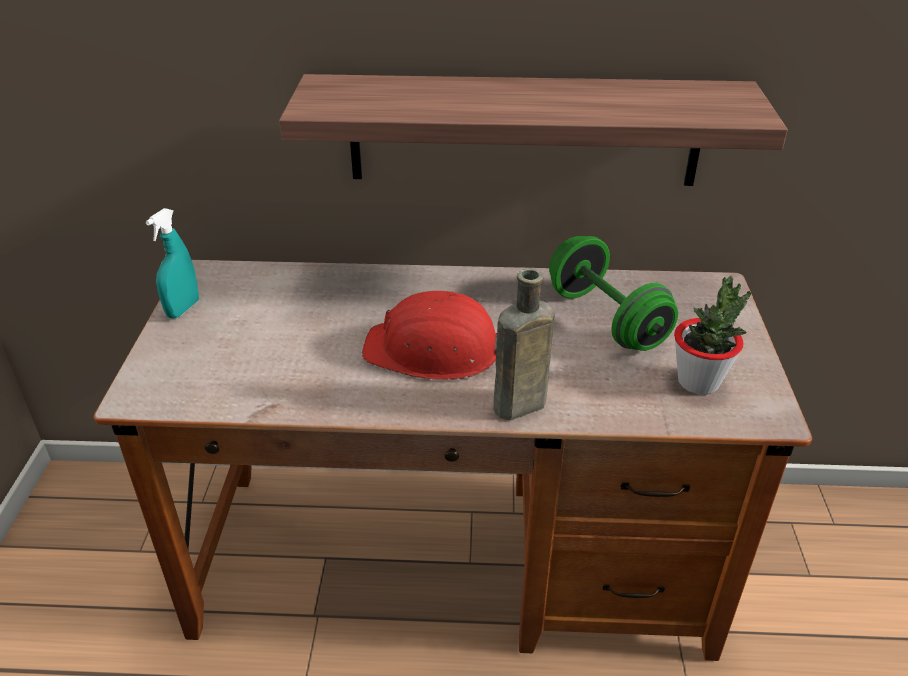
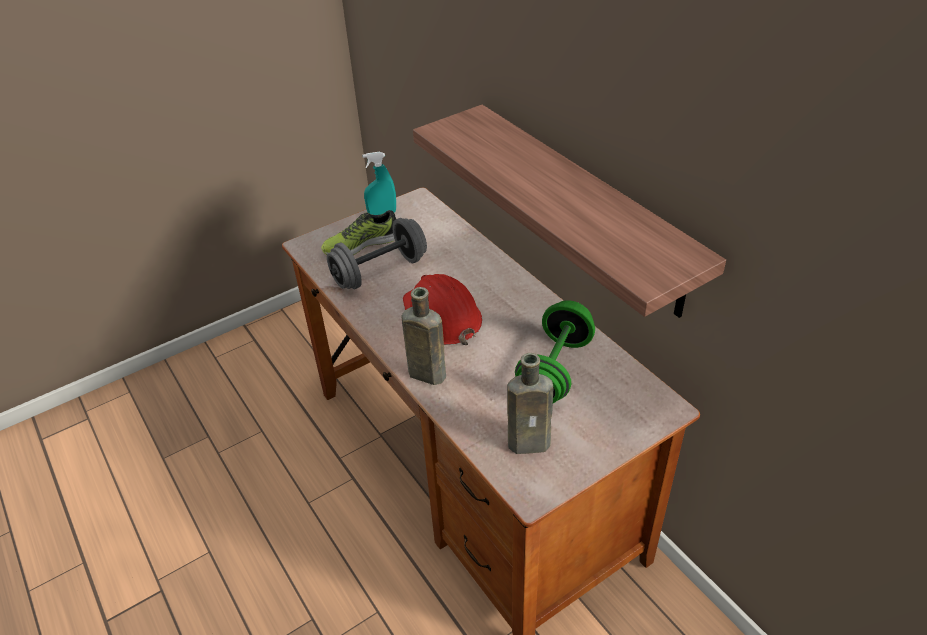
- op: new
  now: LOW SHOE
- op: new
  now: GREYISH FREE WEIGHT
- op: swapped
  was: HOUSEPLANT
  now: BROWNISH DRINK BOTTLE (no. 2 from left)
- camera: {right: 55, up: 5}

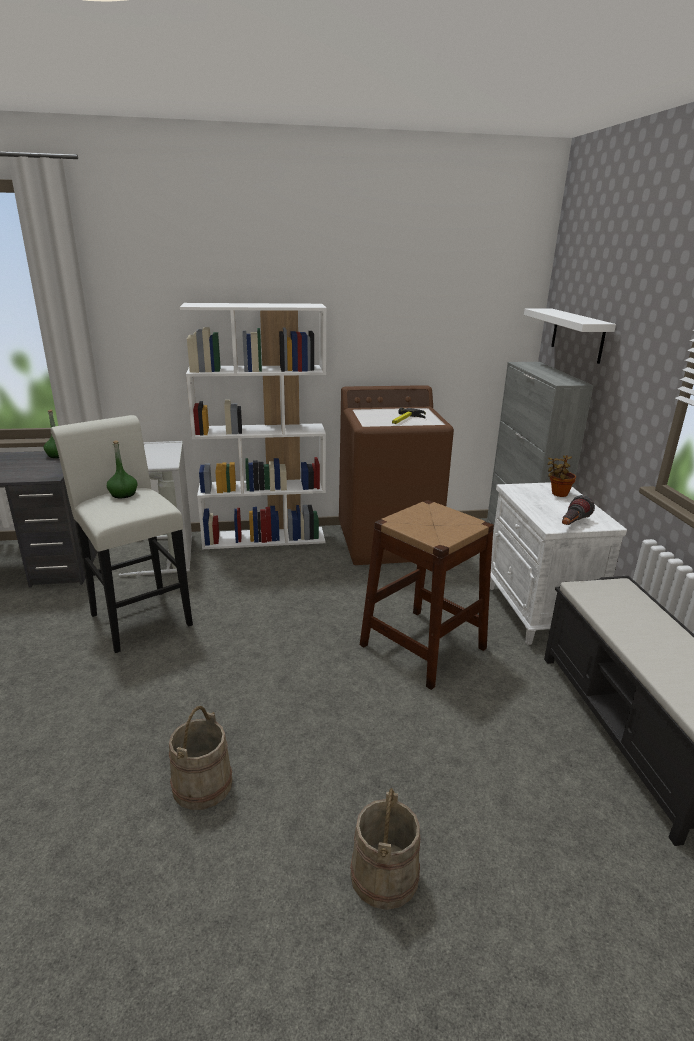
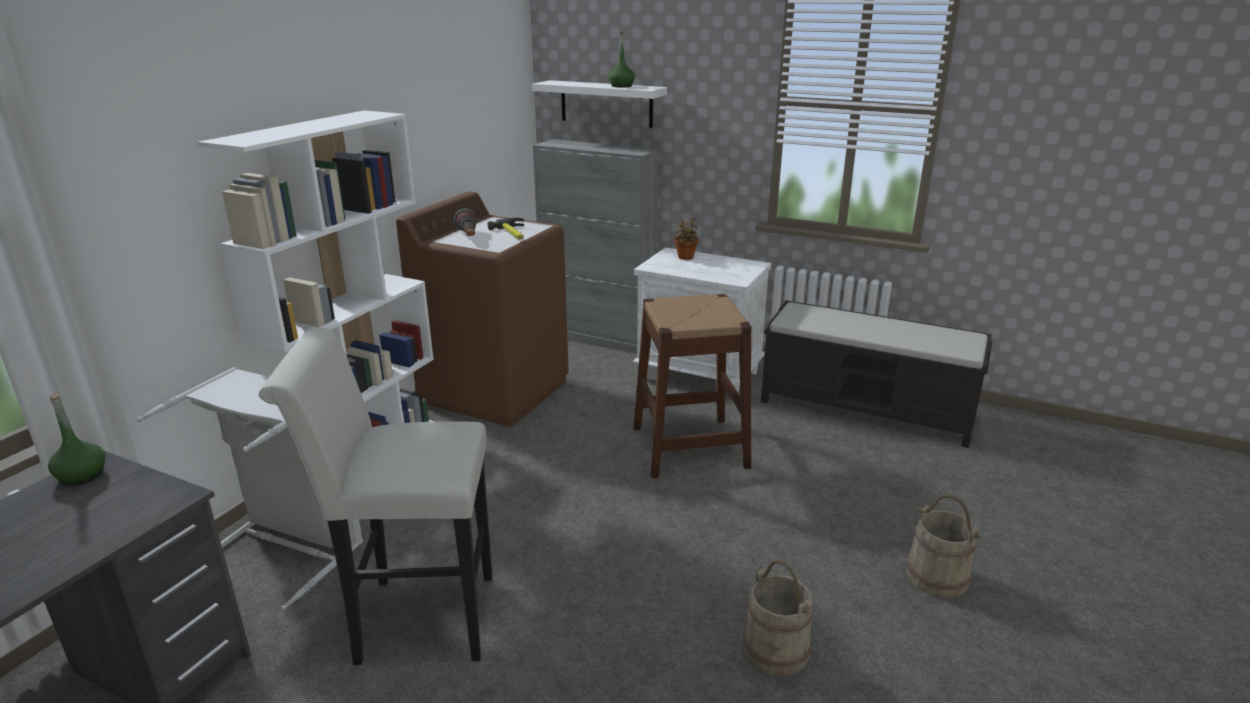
- op: shifted
  was: GREEN DRINK BOTTLE (no. 2 from left)
- op: shifted
  was: TORCH
- camera: {right: -55, up: 0}

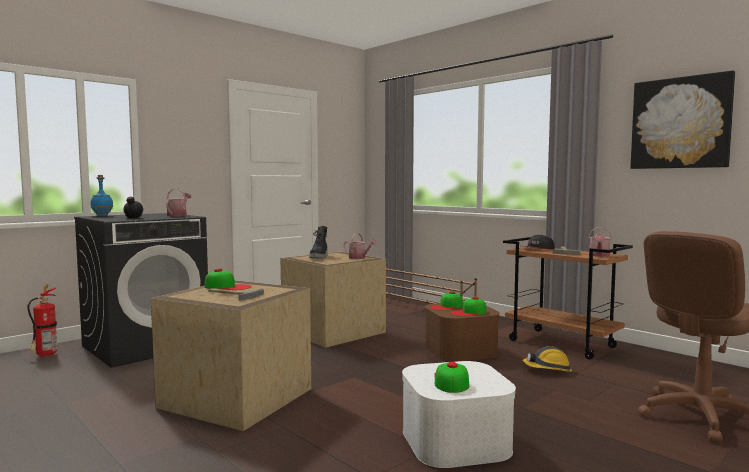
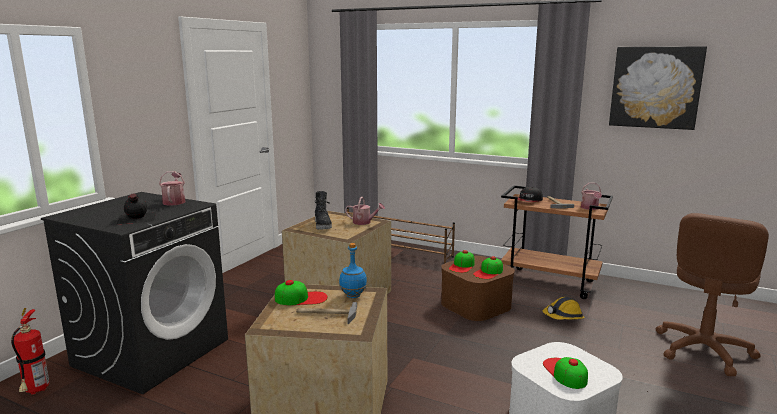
- op: shifted
  was: BLUISH DRINK BOTTLE
- camera: {right: -20, up: 10}

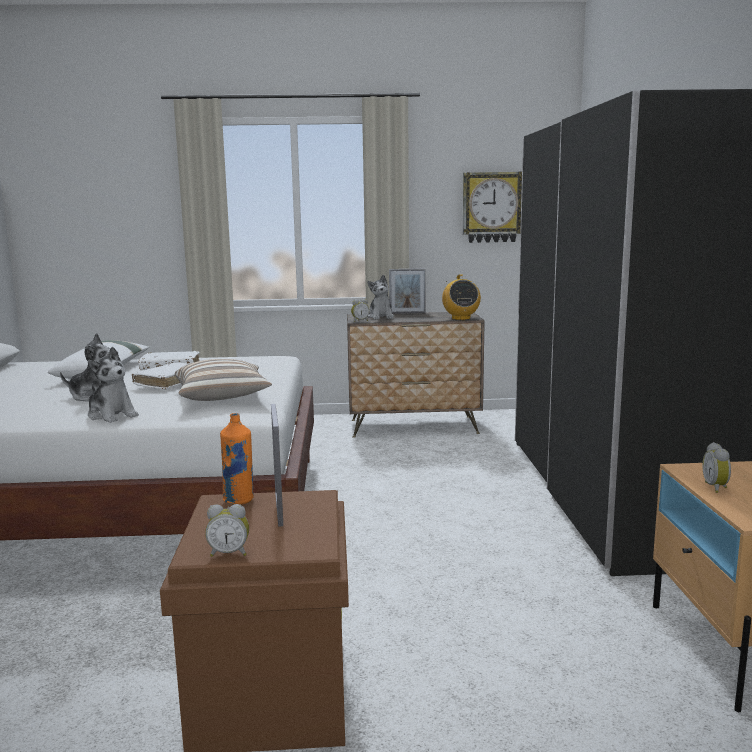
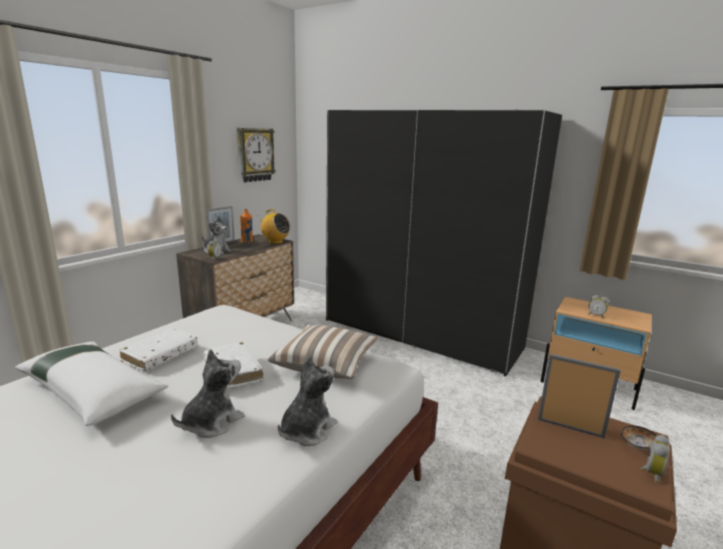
- op: new
  now: SERVING BOWL
- op: shifted
  was: ORANGE-COLOURED DRINK BOTTLE
- op: rotated
  was: CUDDLY TOY (no. 2 from left in the first image)
  clockwise: -45
- camera: {right: -55, up: 5}

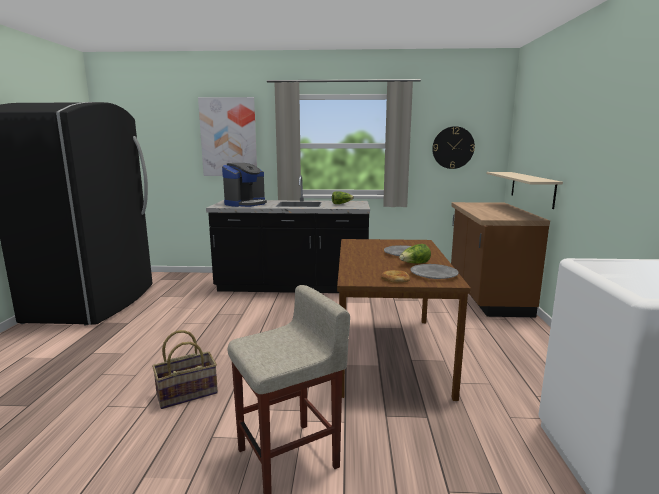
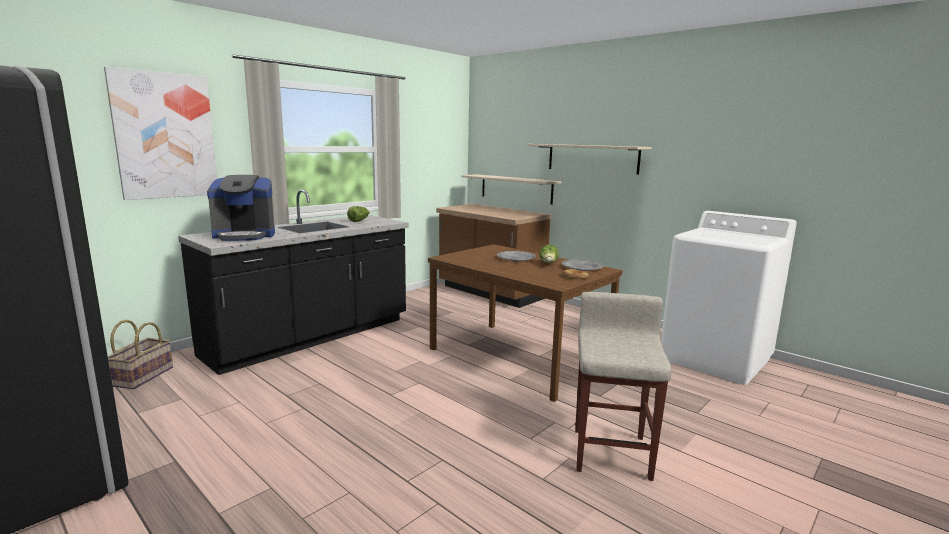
- op: gone
  was: WALL CLOCK
- op: new
  now: BEIGE-COLOURED WALL SHELF (no. 2 from left)
- op: shifted
  was: STORAGE BASKET
- op: rotated
  was: COFFEE MACHINE
  clockwise: 90
- camera: {right: -50, up: 0}

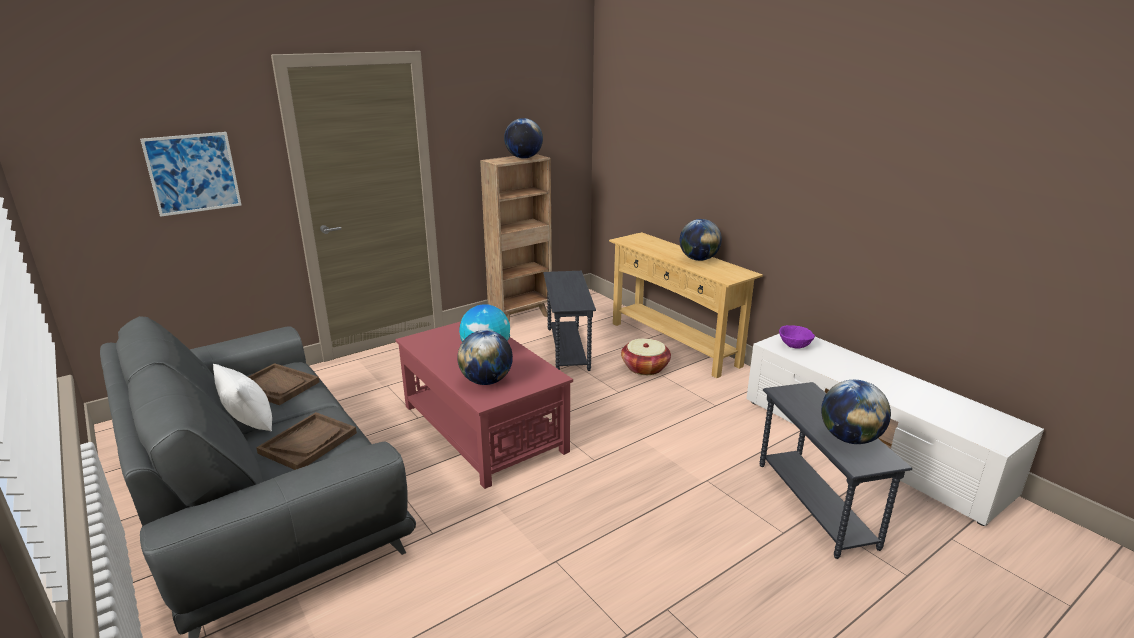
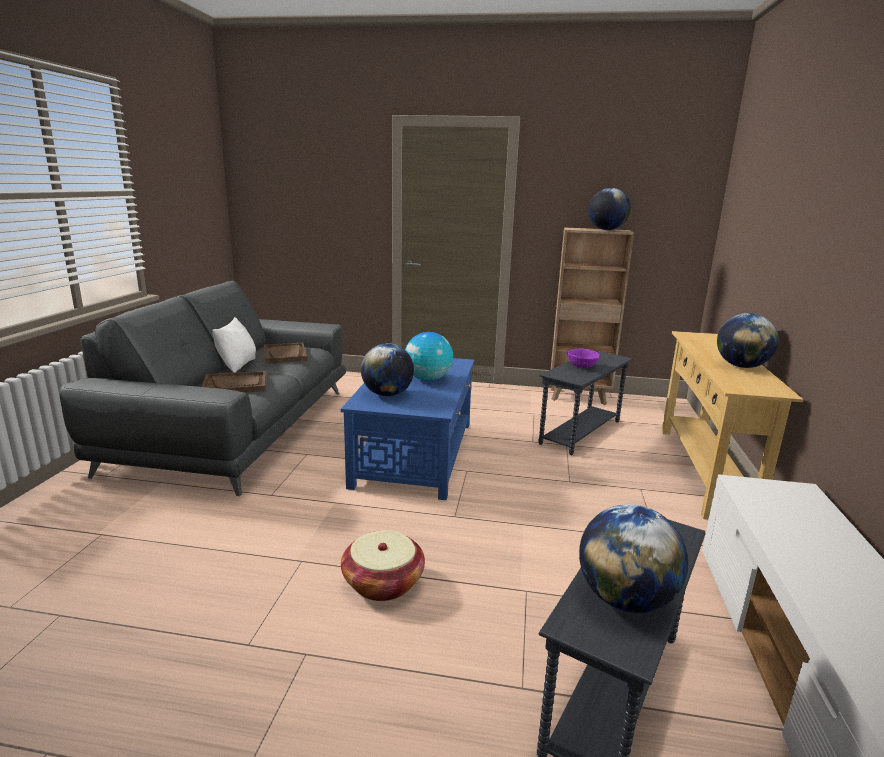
- op: gone
  was: WALL PICTURE
- op: shifted
  was: STORAGE BASKET
- op: shifted
  was: PURPLISH SERVING BOWL
- op: repainted
  was: REDDISH LOUNGE TABLE
  now: BLUISH LOUNGE TABLE
- camera: {right: 45, up: -5}

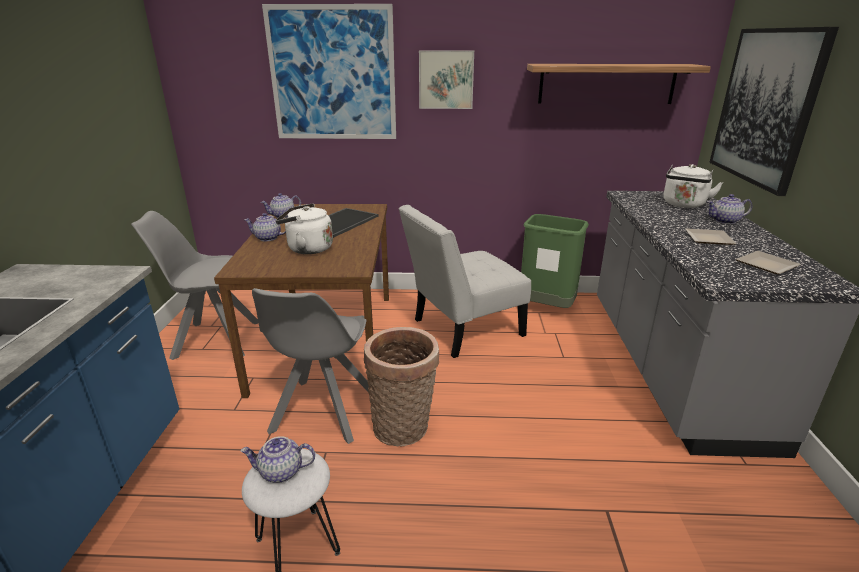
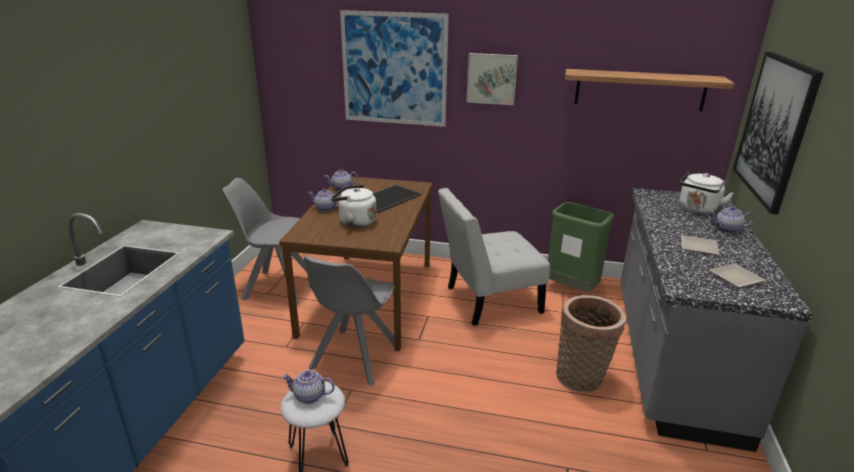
- op: shifted
  was: STORAGE BASKET
- camera: {right: 10, up: 0}

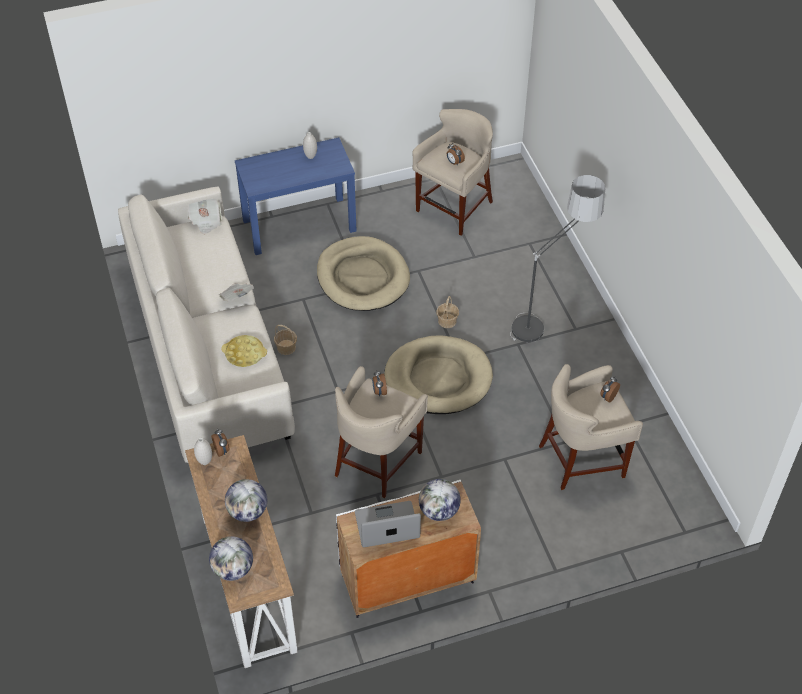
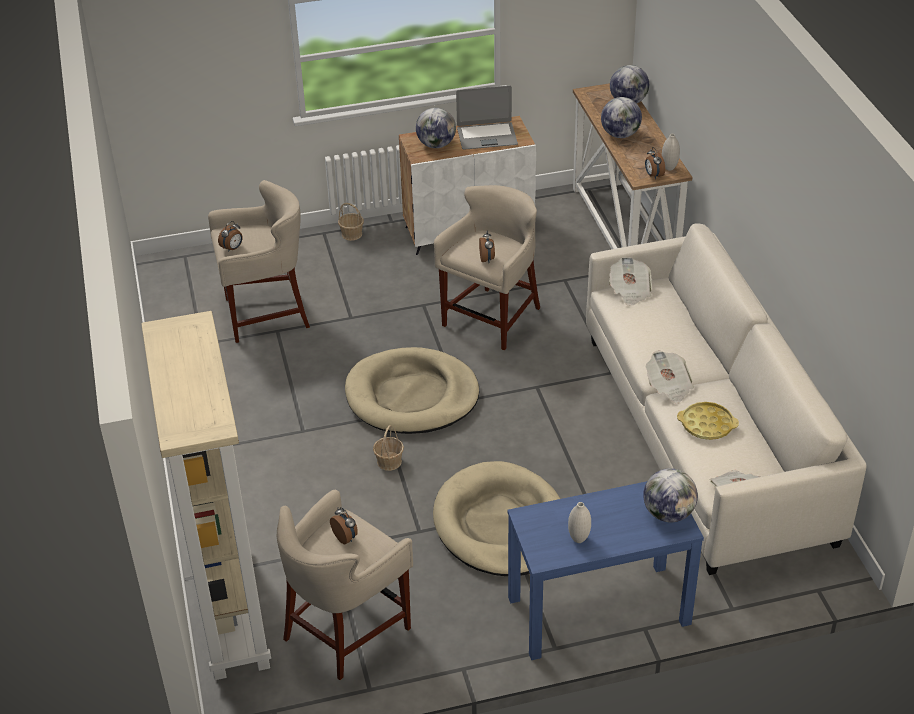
- op: gone
  was: FLOOR LAMP
- op: new
  now: BEIGE-COLOURED SHELVING UNIT
- op: new
  now: DAILY PAPER (no. 1 from left)
- op: new
  now: GLOBE (no. 4 from left)
- op: shifted
  was: YELLOW-COLOURED SERVING TRAY
- op: shifted
  was: STORAGE BASKET (no. 1 from left)
- camera: {right: -175, up: -10}

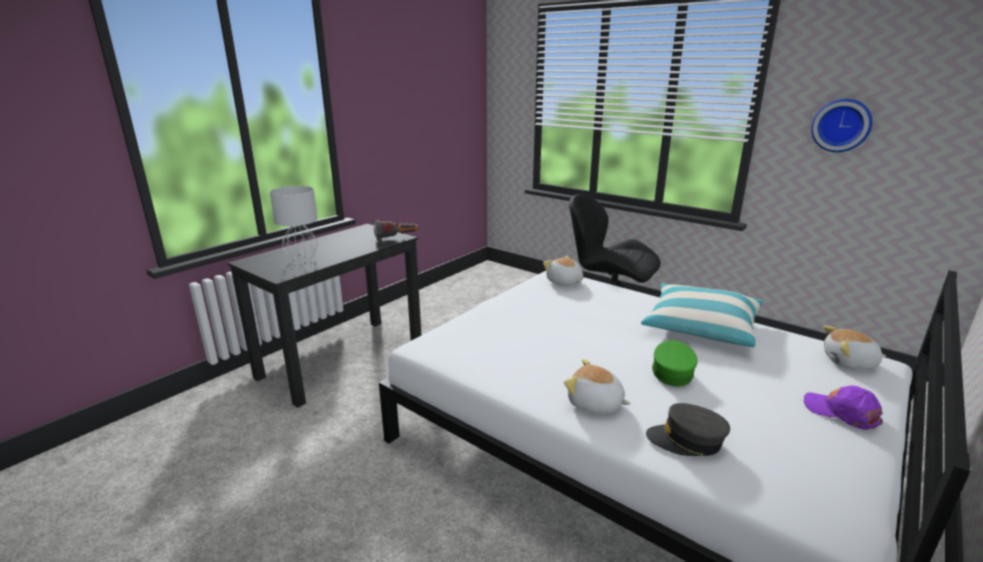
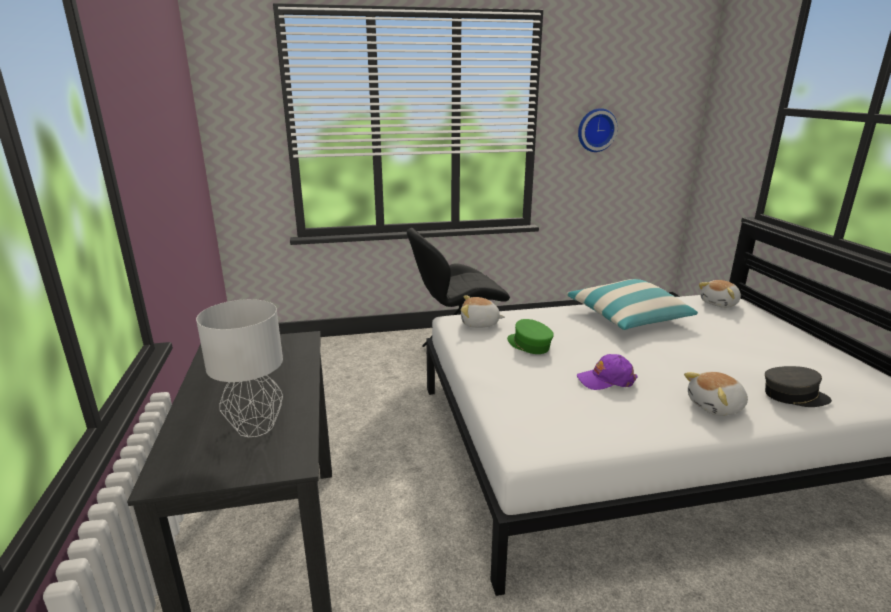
- op: gone
  was: TORCH
- op: shifted
  was: GREEN PEAKED CAP
- op: shifted
  was: PURPLISH PEAKED CAP
- op: rotated
  was: GREYISH PEAKED CAP
  clockwise: -135
- camera: {right: -50, up: 0}

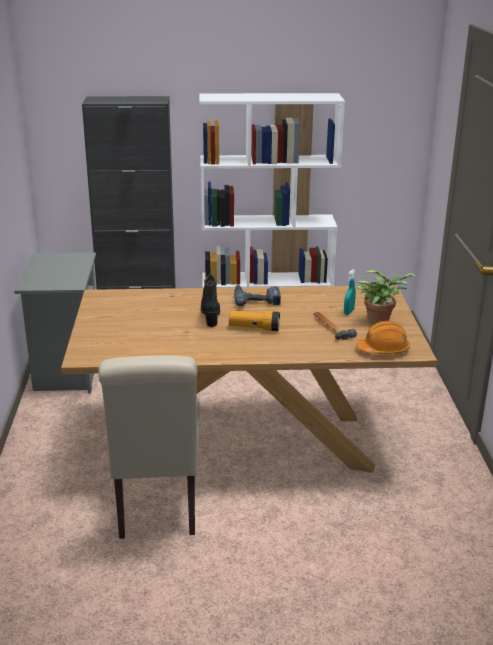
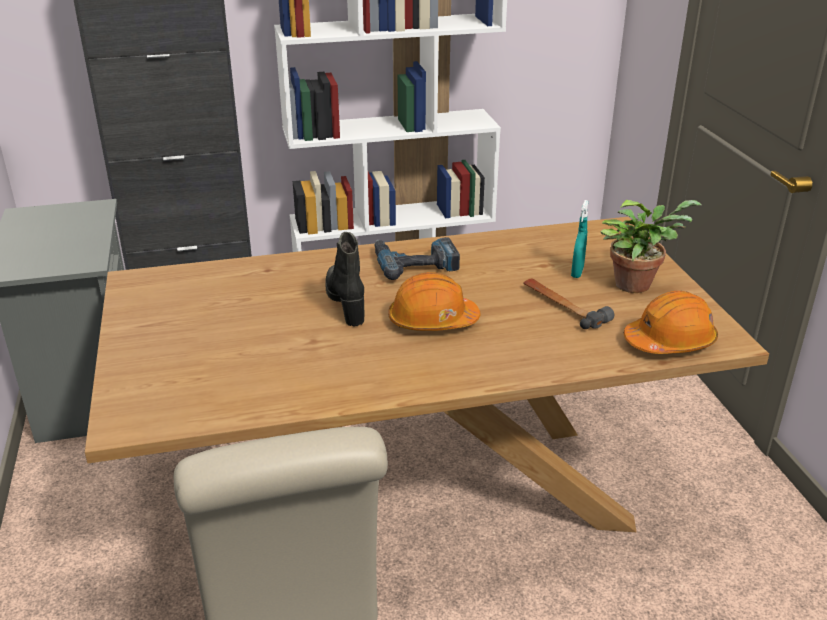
- op: swapped
  was: TORCH
  now: ORANGE-COLOURED SAFETY HELMET (no. 1 from left)
- camera: {right: -10, up: 5}

